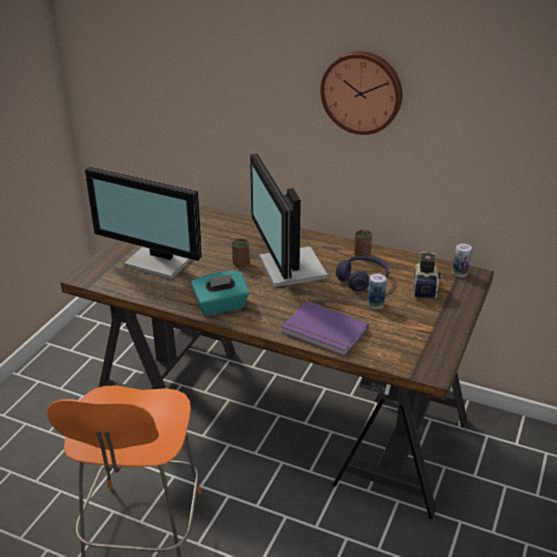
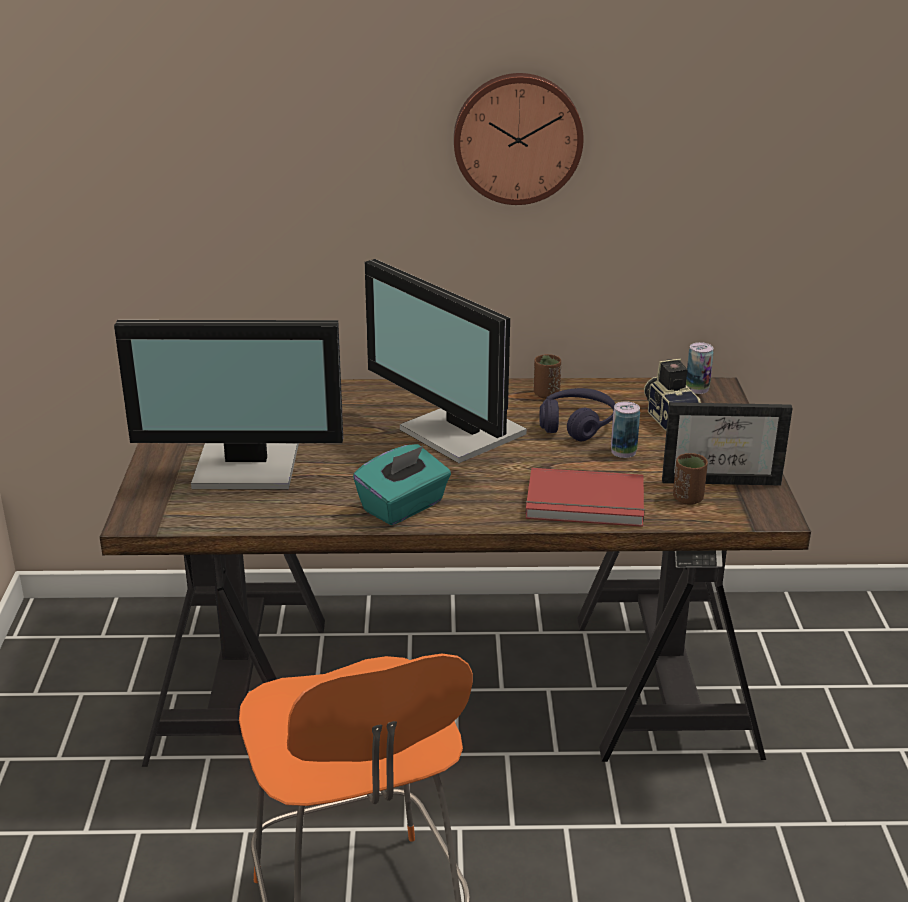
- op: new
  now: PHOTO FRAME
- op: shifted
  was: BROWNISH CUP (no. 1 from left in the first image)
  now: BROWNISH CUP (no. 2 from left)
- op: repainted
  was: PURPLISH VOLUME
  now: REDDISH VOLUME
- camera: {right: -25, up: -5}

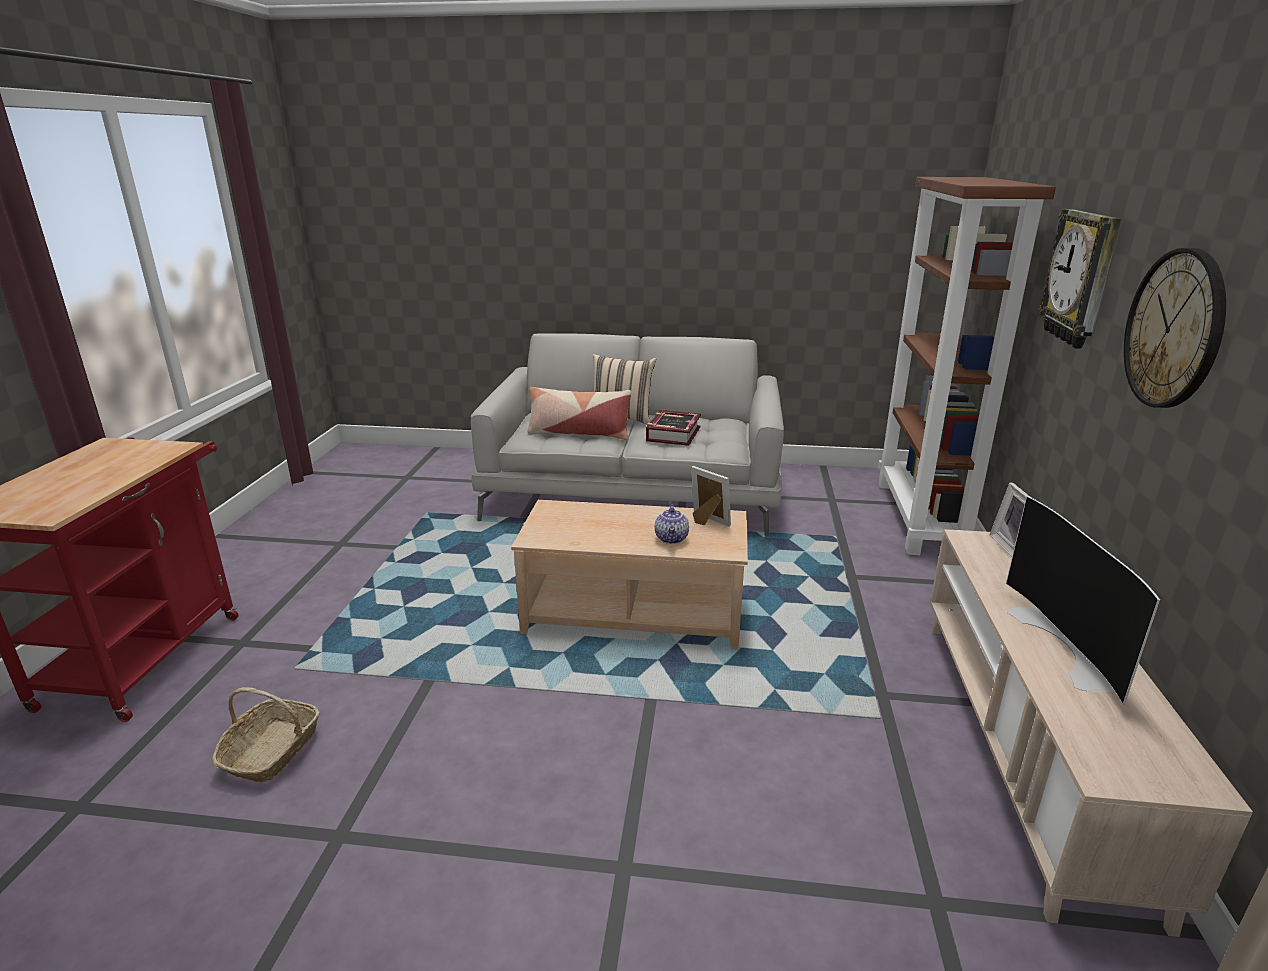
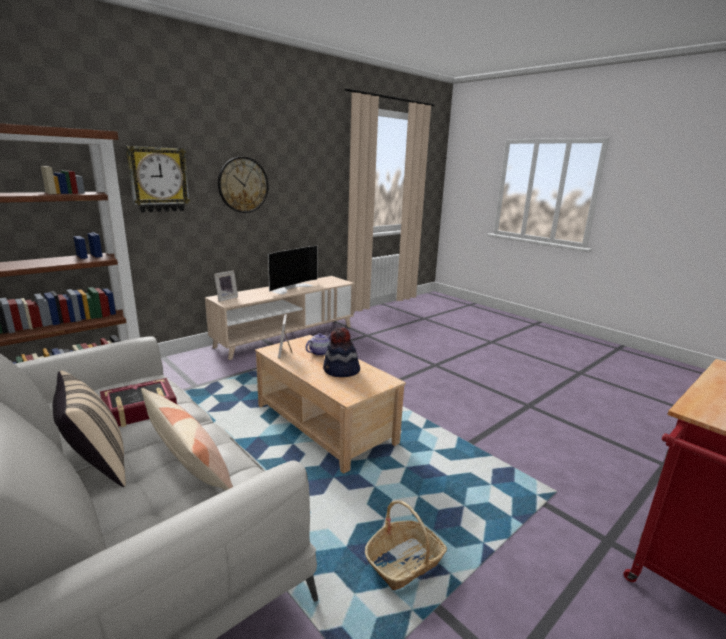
- op: new
  now: HAT
- op: shifted
  was: STORAGE BASKET
- camera: {right: -140, up: -5}

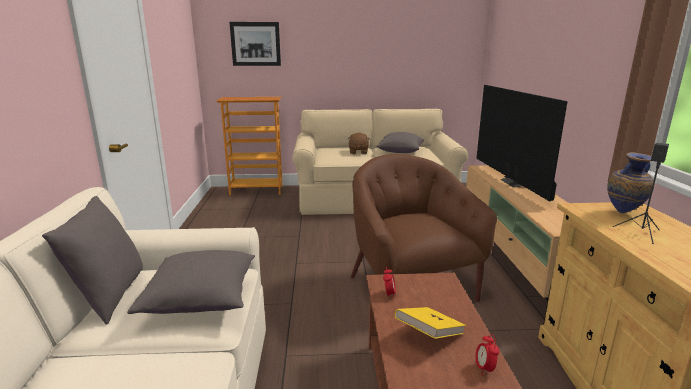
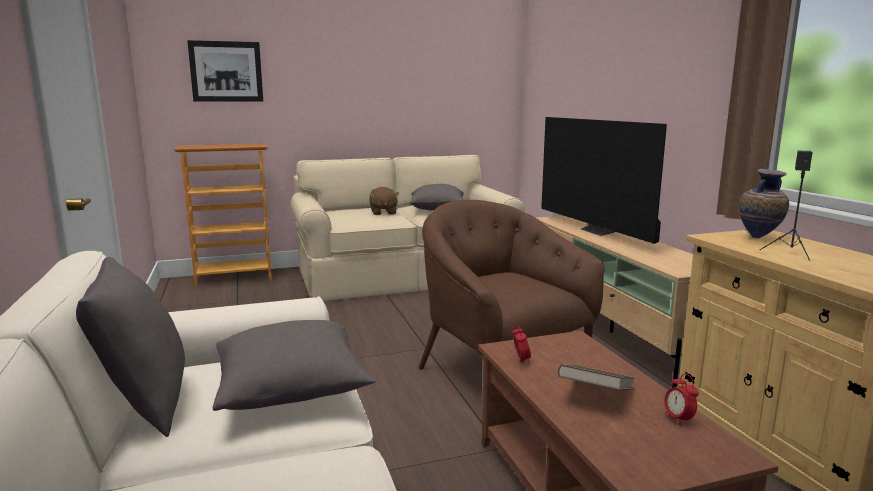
- op: repainted
  was: YELLOW-COLOURED VOLUME
  now: BROWNISH VOLUME
- camera: {right: -15, up: -5}

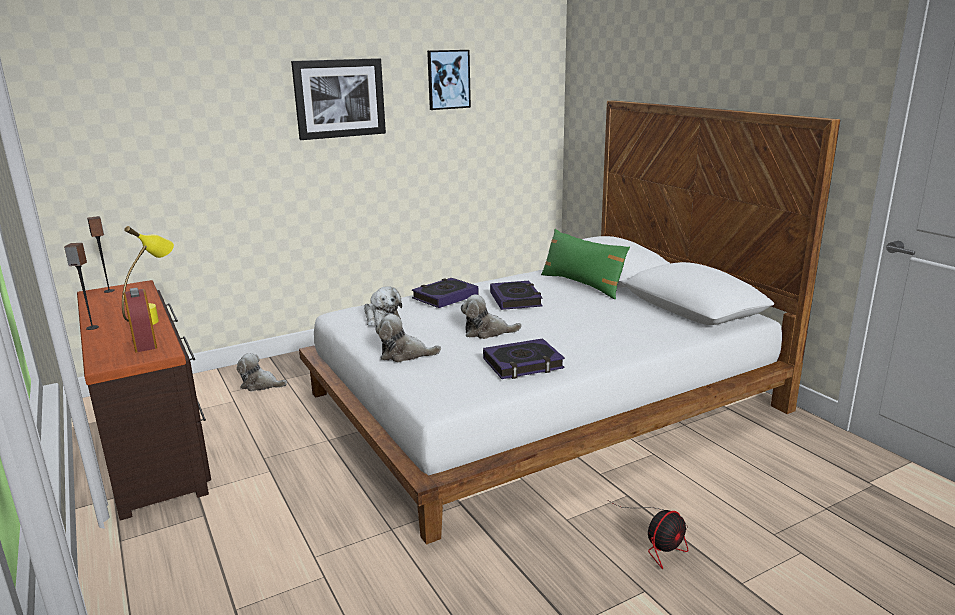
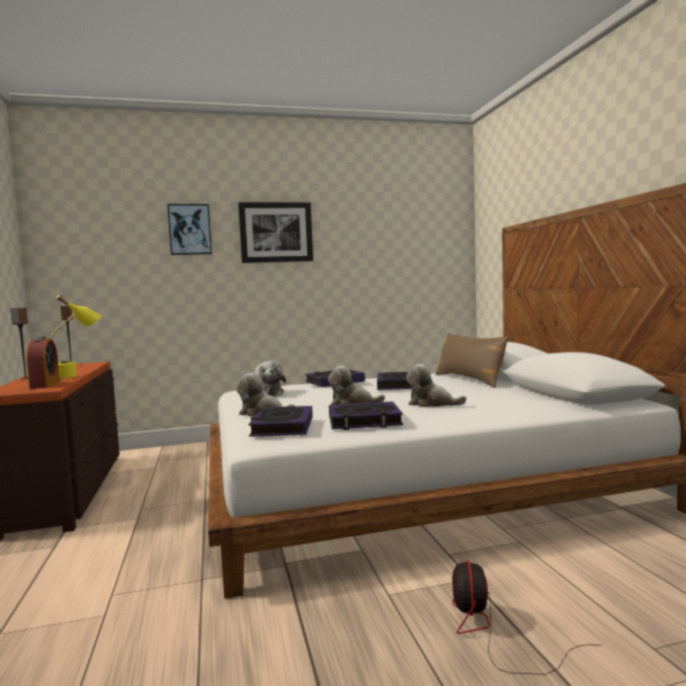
- op: new
  now: VOLUME (no. 1 from left)
- op: shifted
  was: CUDDLY TOY (no. 1 from left in the first image)
  now: CUDDLY TOY (no. 4 from left)
- op: shifted
  was: WALL PICTURE (no. 2 from left in the first image)
  now: WALL PICTURE (no. 1 from left)
- op: repainted
  was: GREEN THROW PILLOW
  now: BROWNISH THROW PILLOW
- op: rotated
  was: ELECTRIC FAN
  clockwise: 120
- camera: {right: 15, up: -15}

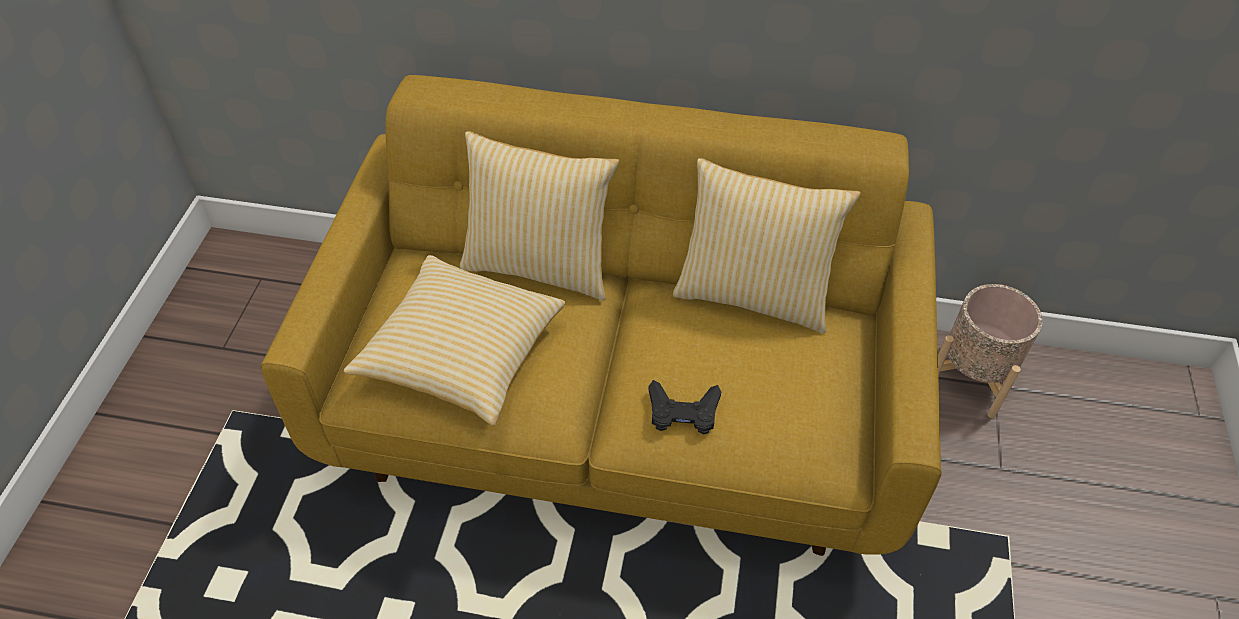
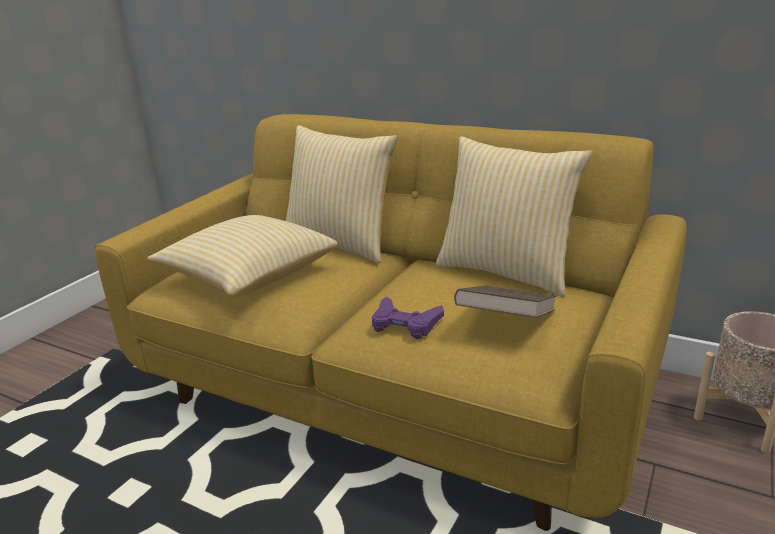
- op: new
  now: BROWNISH VOLUME
- op: repainted
  was: BLACKISH GAME CONTROLLER
  now: PURPLISH GAME CONTROLLER
- camera: {right: 20, up: -25}

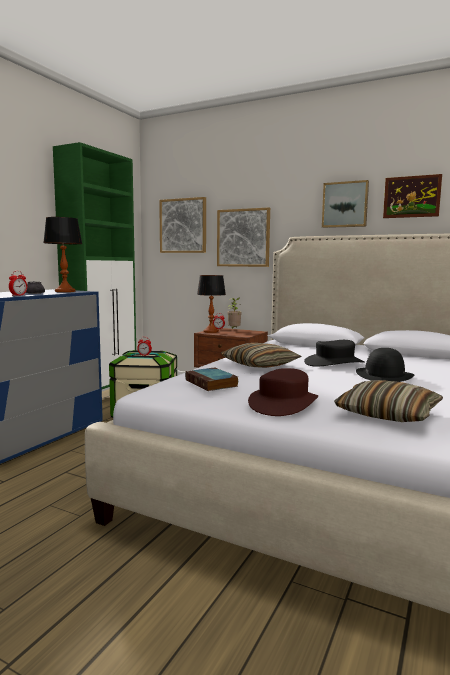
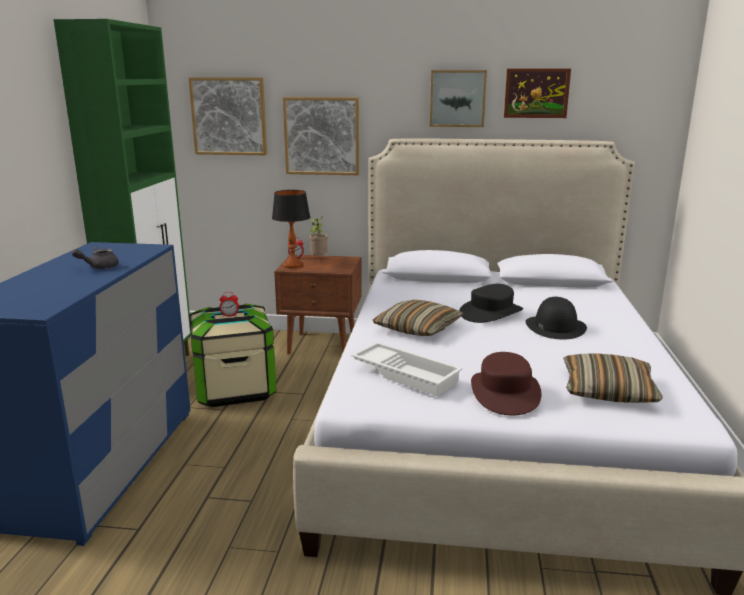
- op: gone
  was: TABLE CLOCK (no. 1 from left)
- op: gone
  was: TABLETOP LAMP (no. 1 from left)
- op: swapped
  was: VOLUME
  now: WHITE SERVING TRAY
- camera: {right: -20, up: 10}

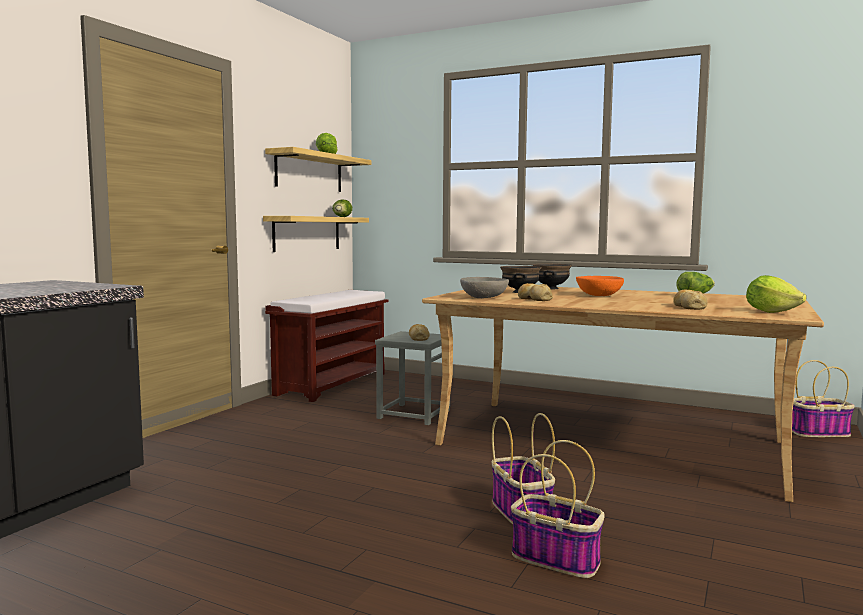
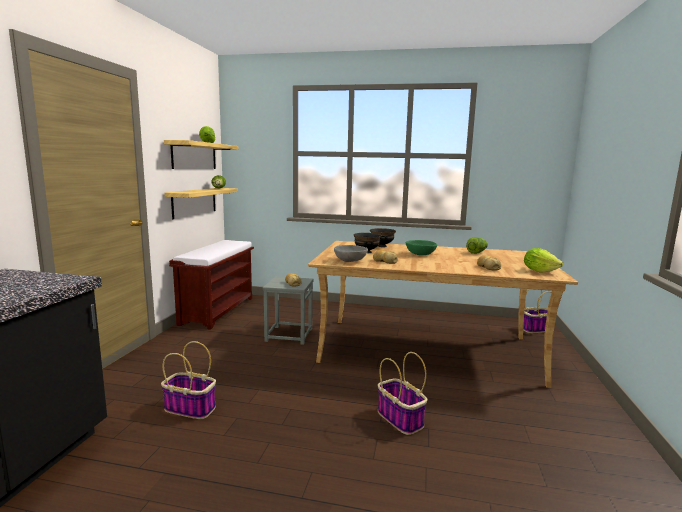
- op: shifted
  was: STORAGE BASKET (no. 2 from left in the first image)
  now: STORAGE BASKET (no. 1 from left)
- op: repainted
  was: ORANGE-COLOURED SERVING BOWL
  now: GREEN SERVING BOWL
- camera: {right: -15, up: 5}

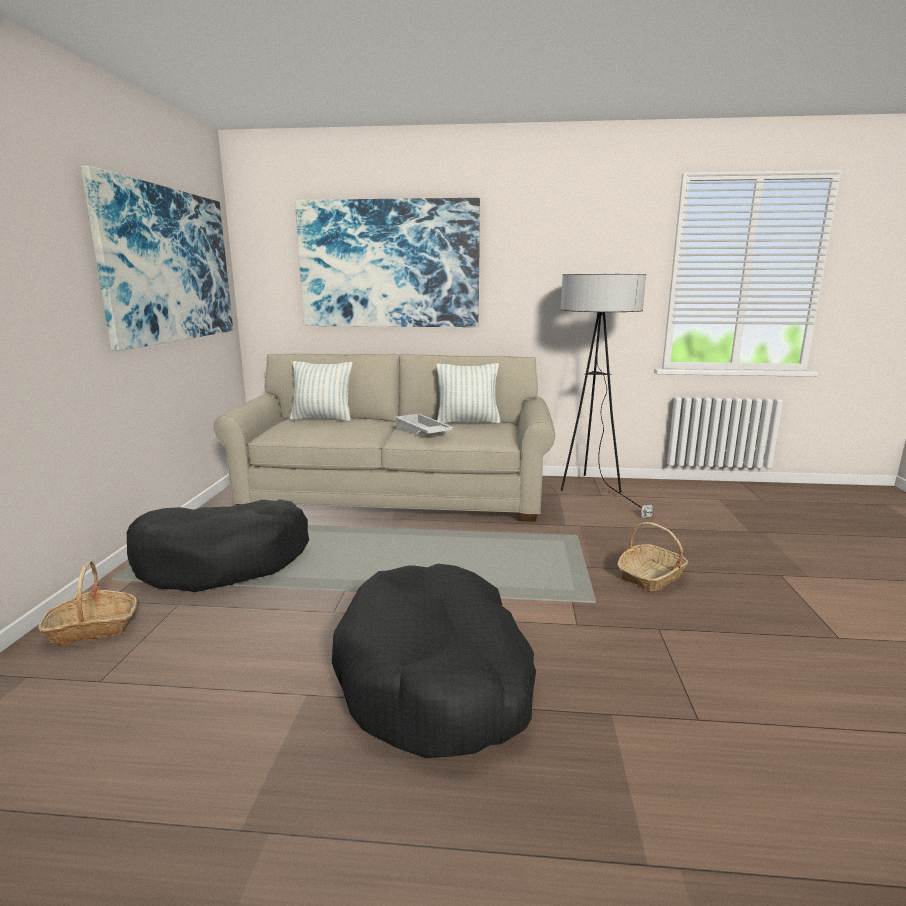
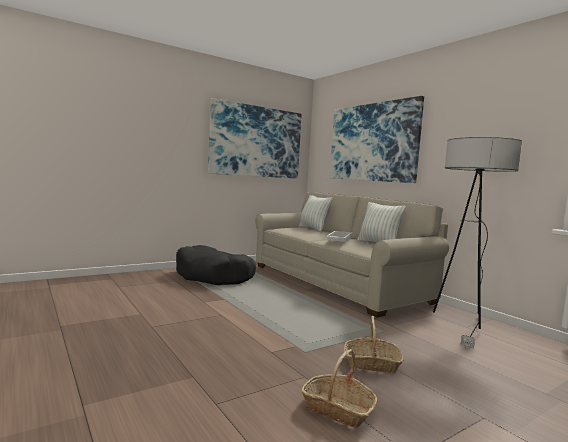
- op: gone
  was: BLACKISH DOG BED (no. 2 from left)
- op: shifted
  was: STORAGE BASKET (no. 1 from left)
- camera: {right: 50, up: -10}

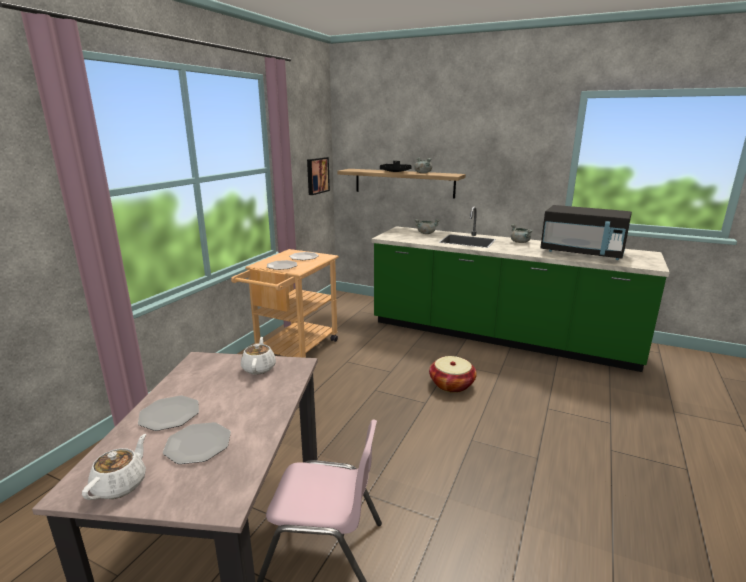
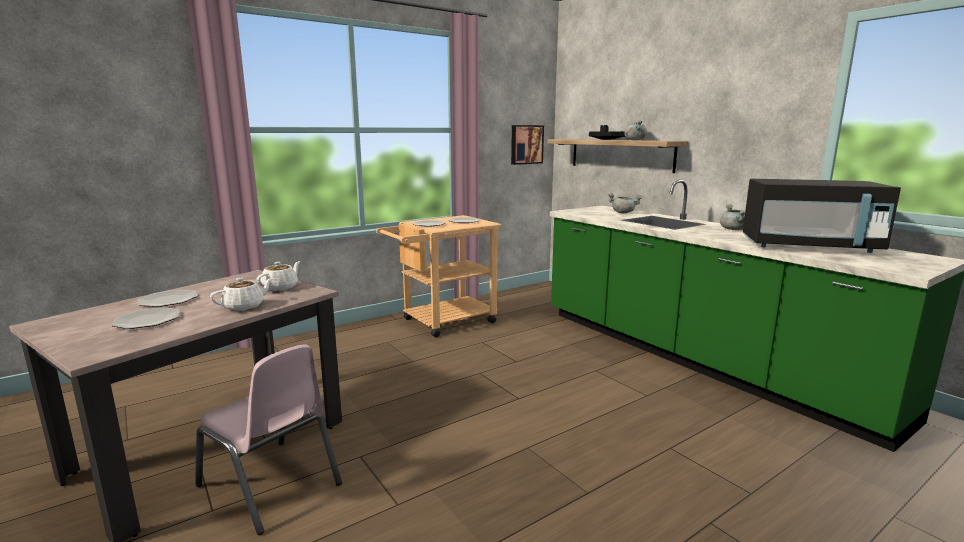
- op: gone
  was: STORAGE BASKET
- op: shifted
  was: WHITE TEA POT (no. 1 from left)
- op: rotated
  was: BLACKISH MICROWAVE OVEN
  clockwise: -45
- camera: {right: 30, up: -5}

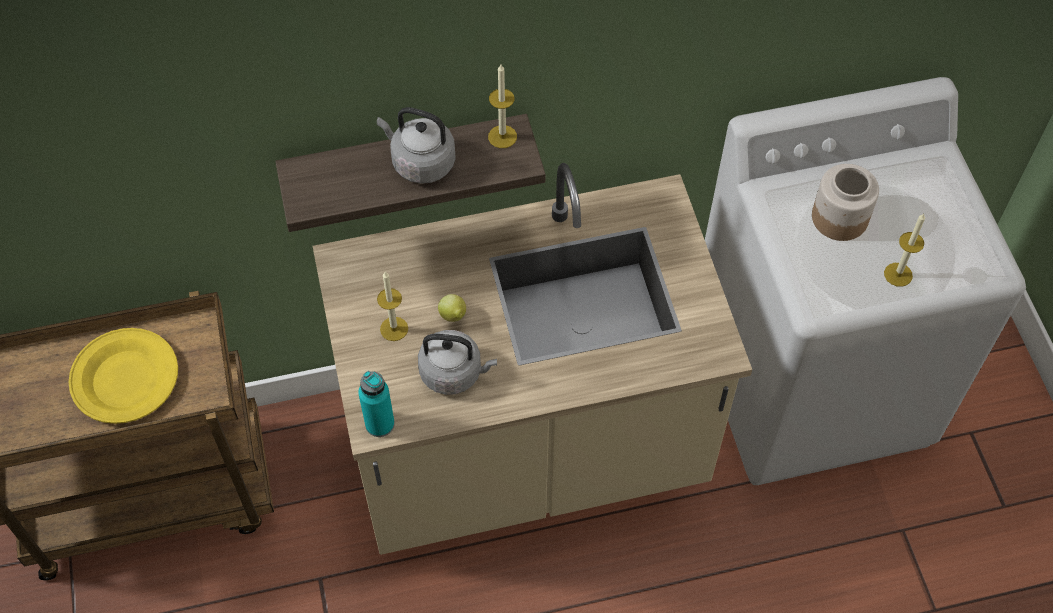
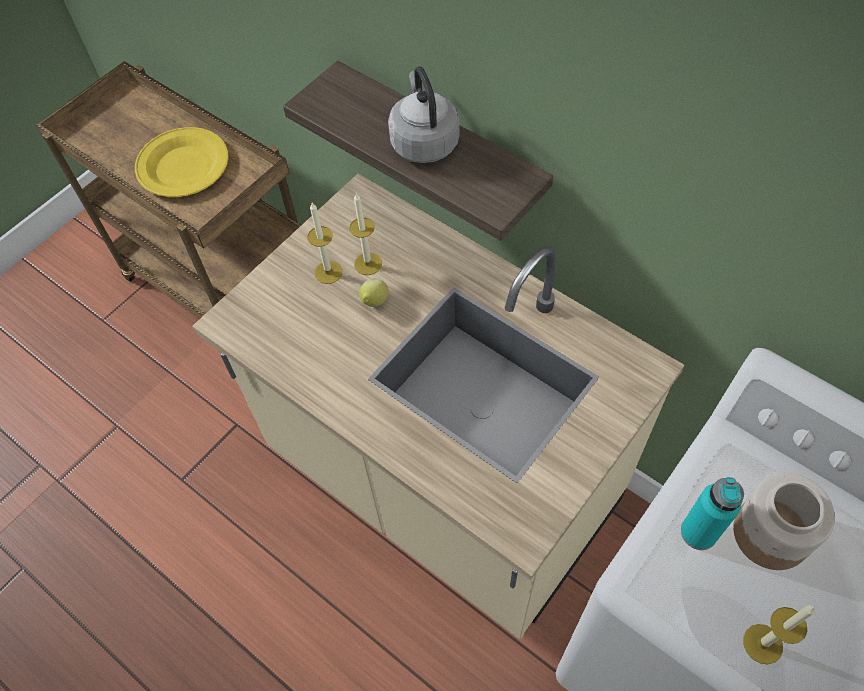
- op: gone
  was: GREYISH KETTLE (no. 2 from left)
- op: shifted
  was: TURQUOISE DRINK BOTTLE
- op: shifted
  was: WAX CANDLE (no. 2 from left)
- camera: {right: 55, up: 0}

